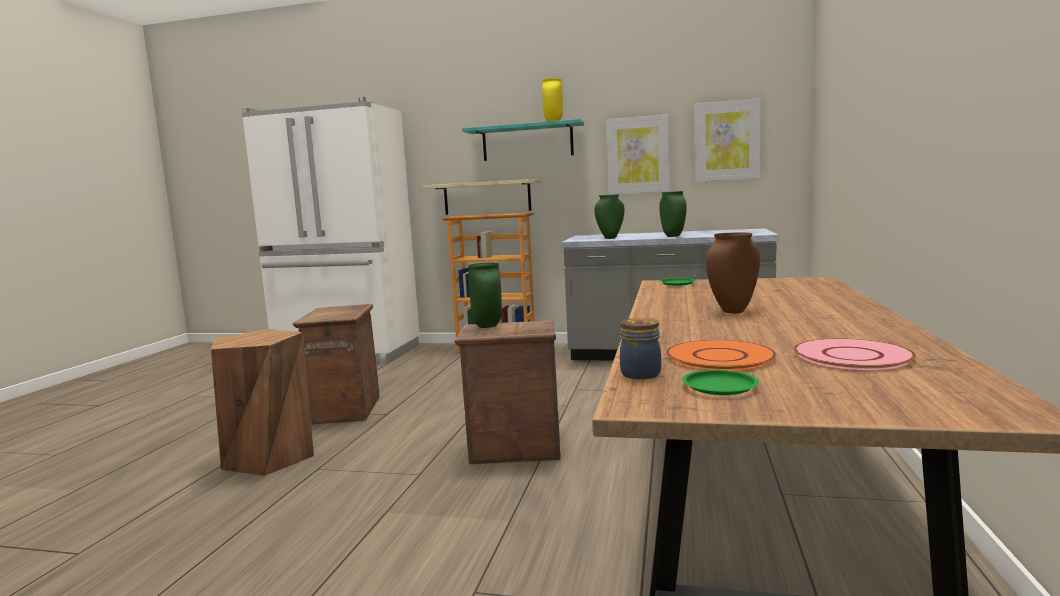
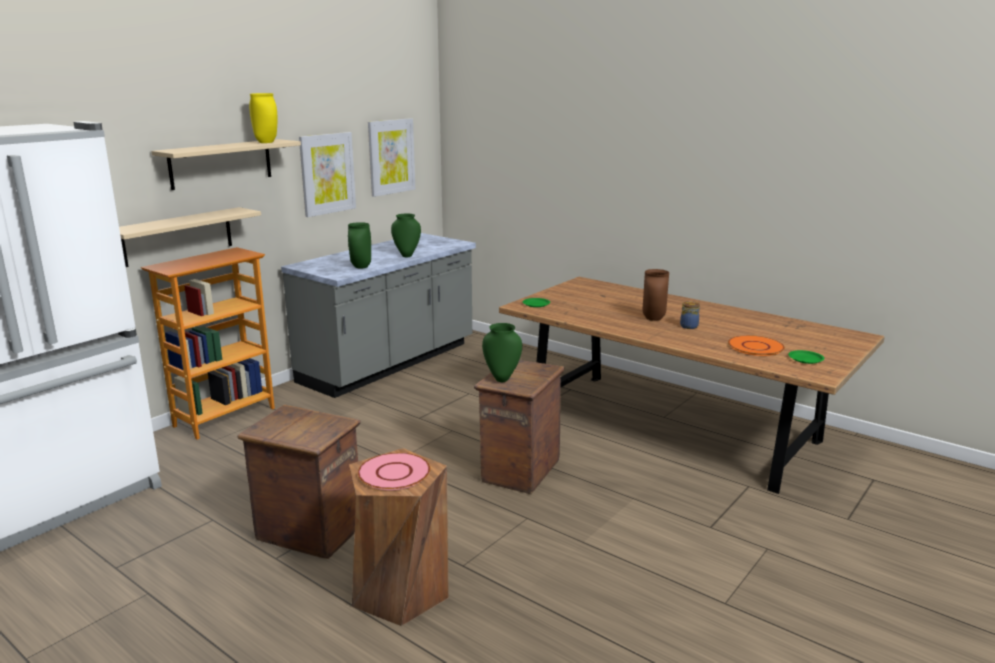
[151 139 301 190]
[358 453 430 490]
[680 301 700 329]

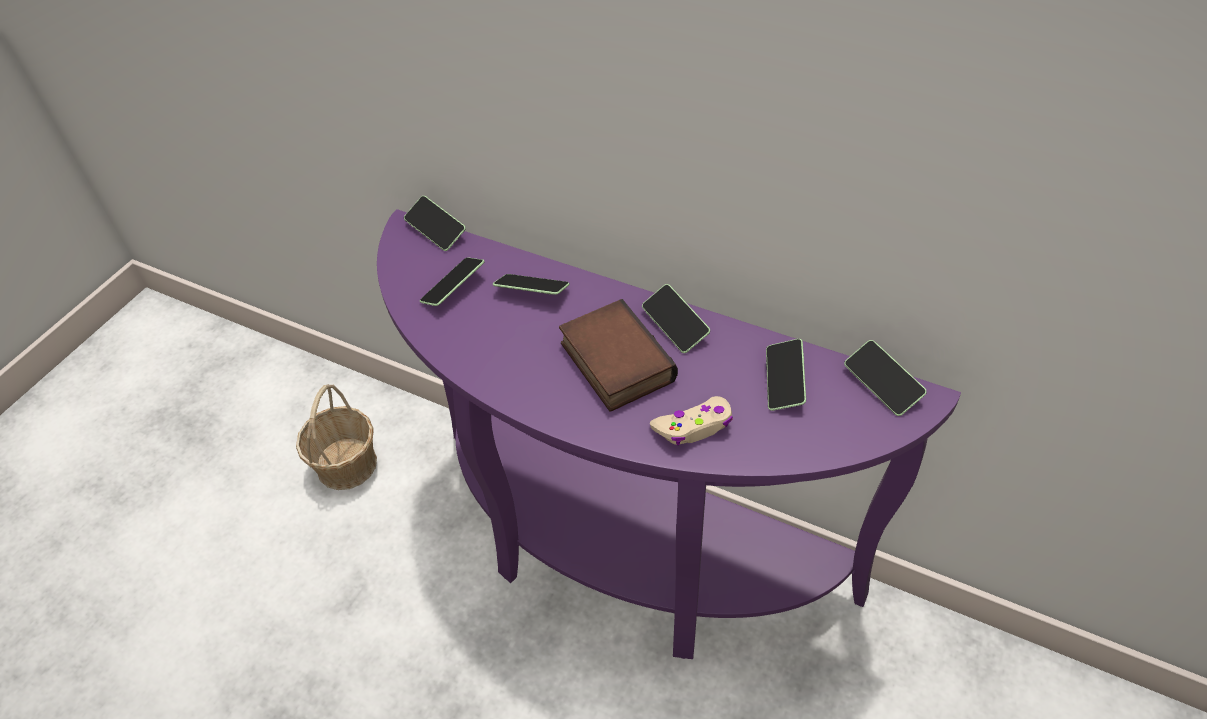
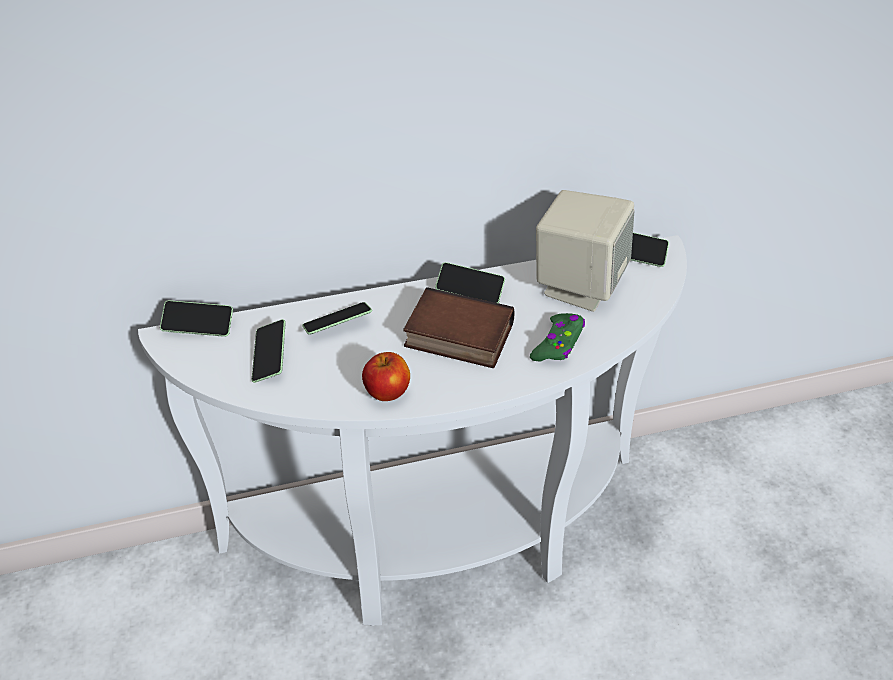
[138 235 687 626]
[362 352 410 401]
[530 313 585 361]
[536 190 635 312]
[296 384 377 490] (first image)

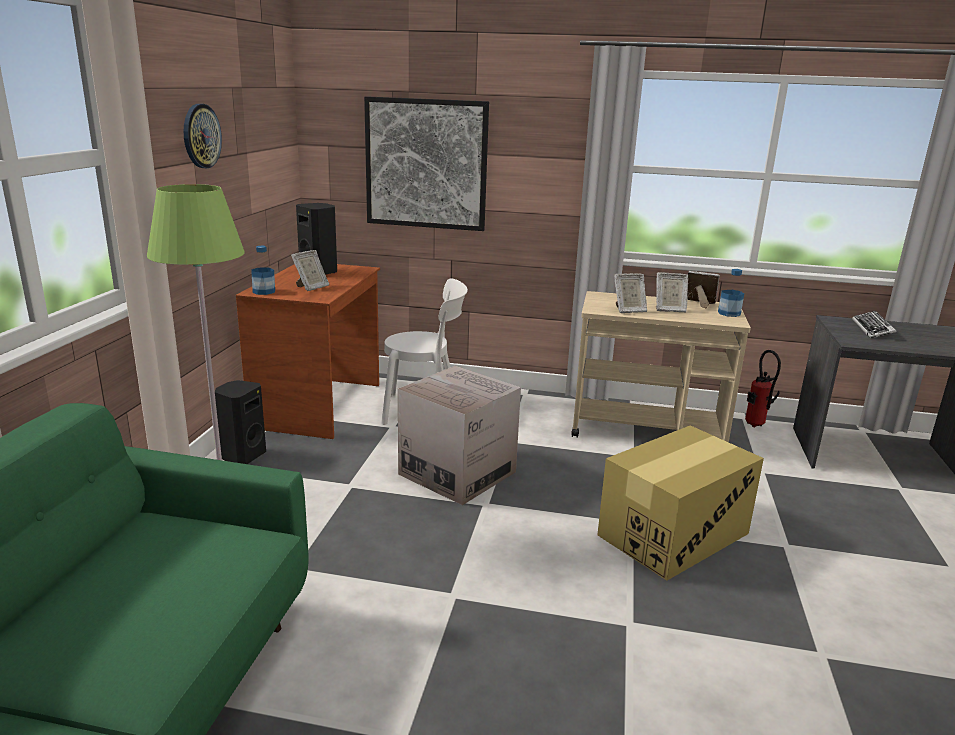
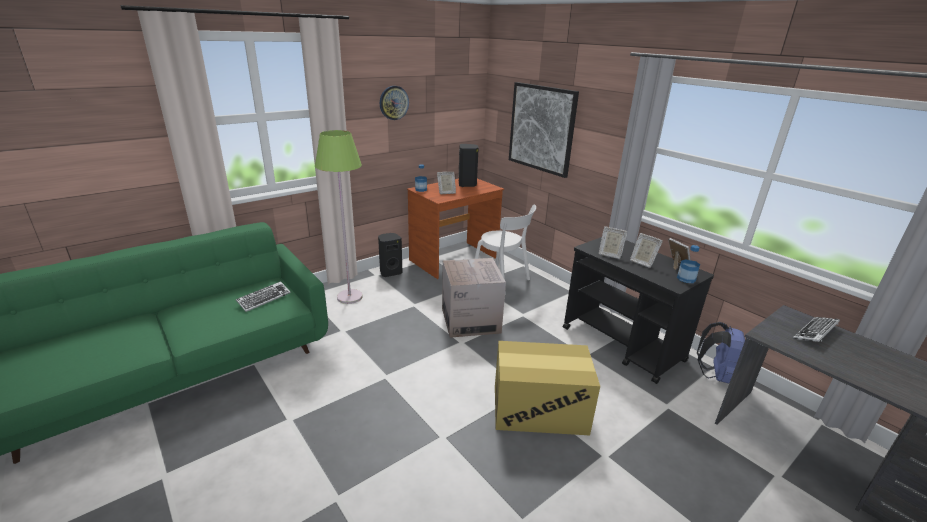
[236 281 290 312]
[563 237 714 384]
[697 322 745 383]

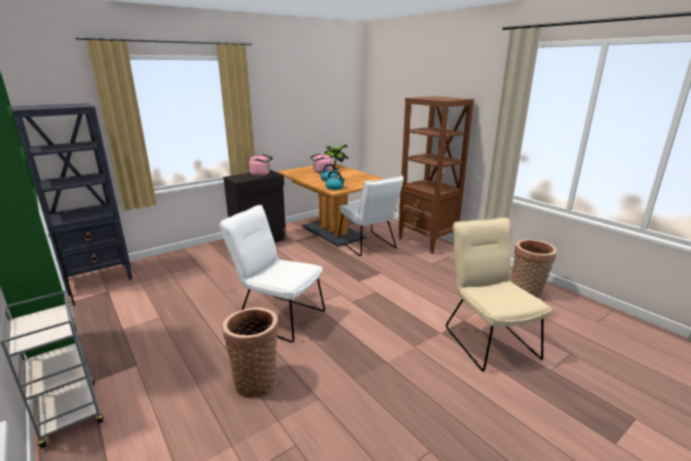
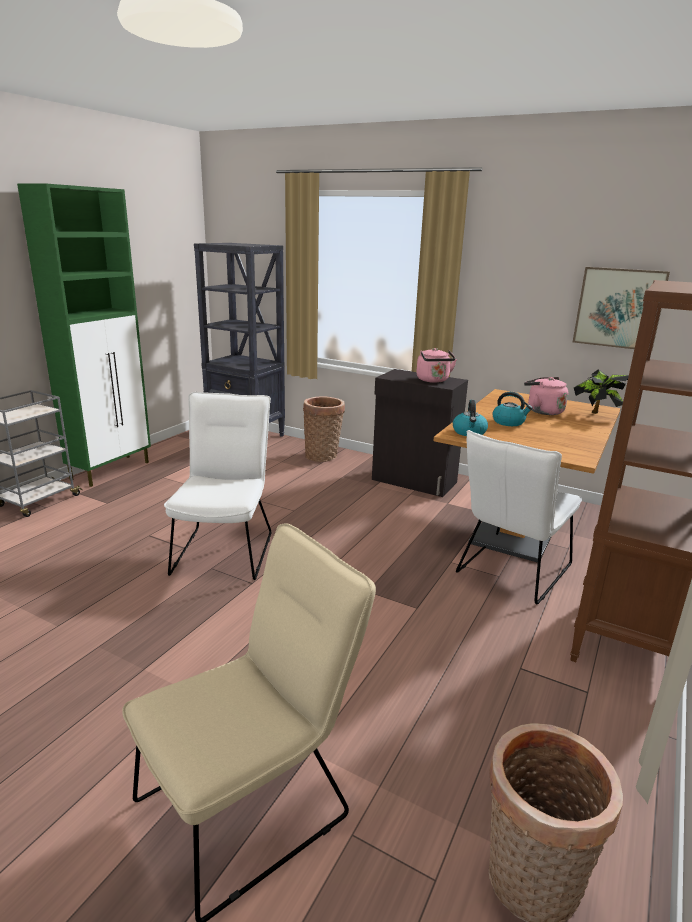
[303 397 345 462]
[573 267 670 350]

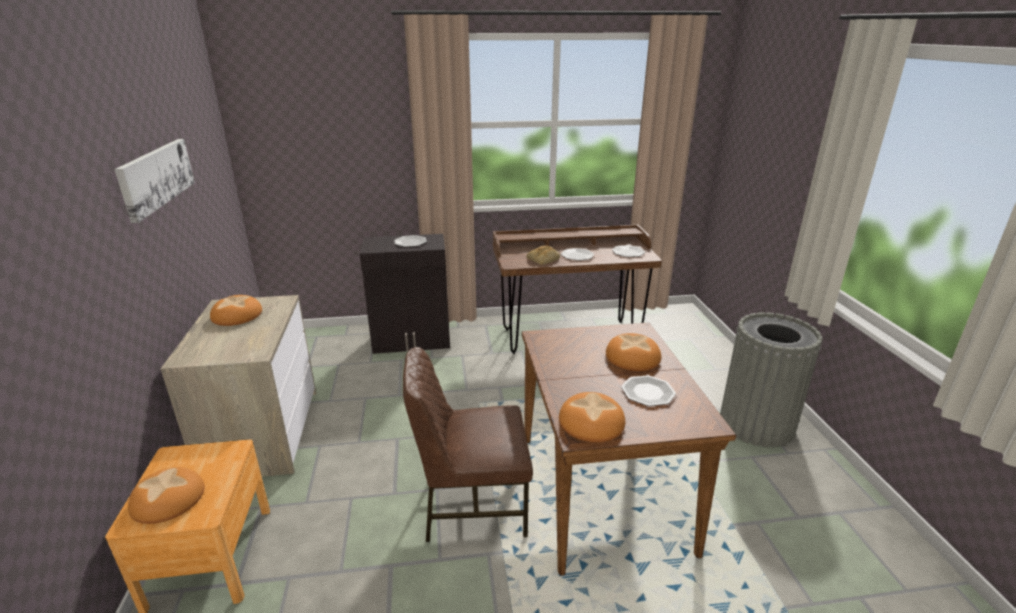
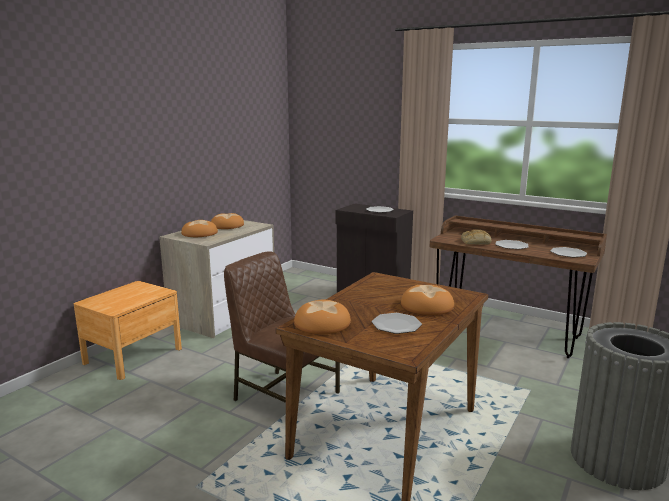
[181 220 218 237]
[115 139 195 223] (first image)

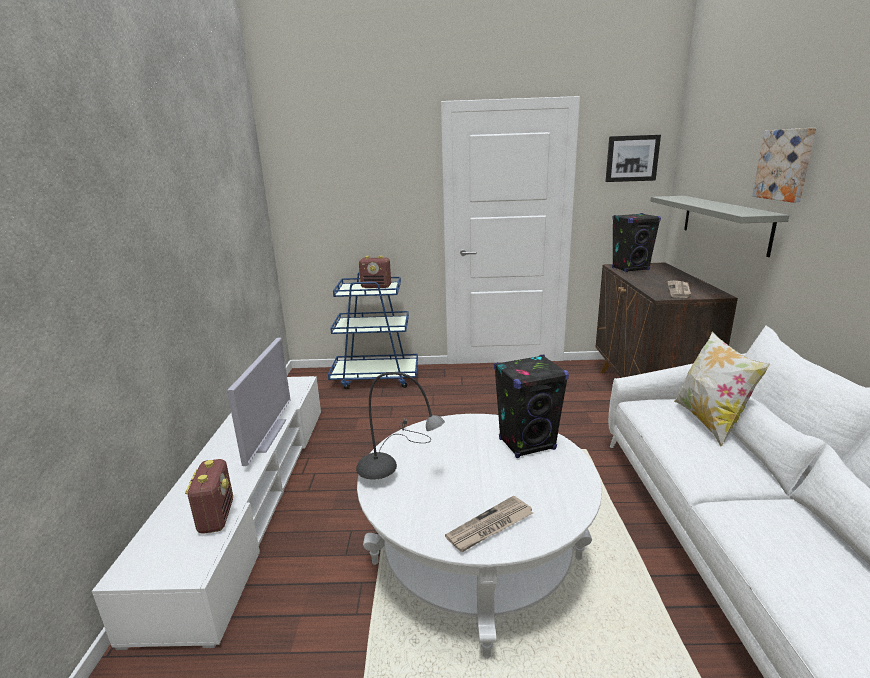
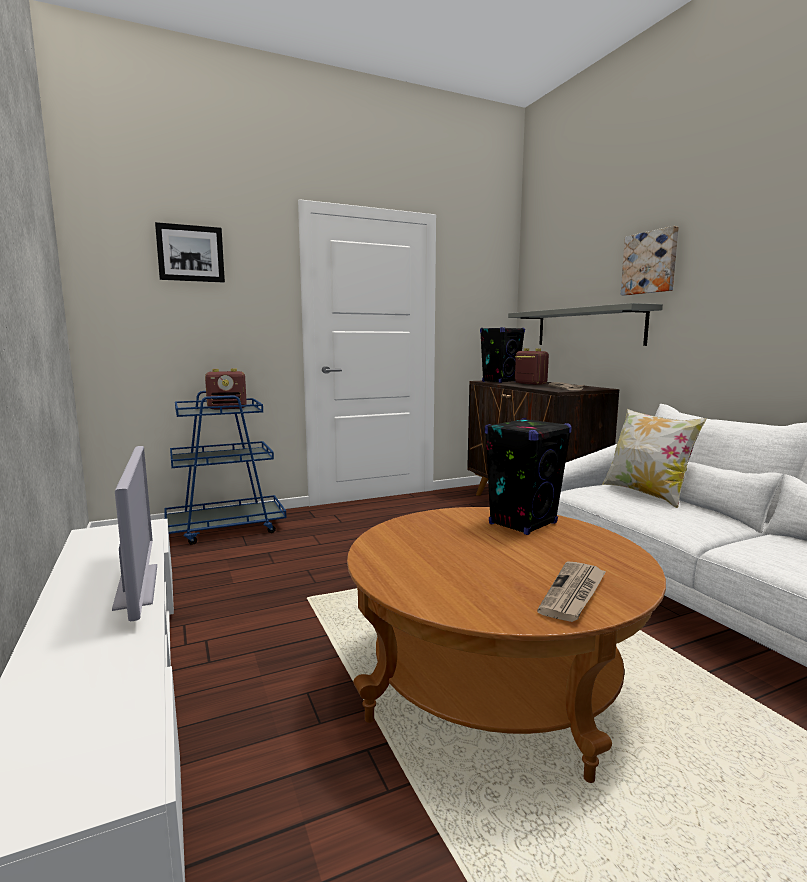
[155 222 225 283]
[347 507 666 783]
[515 348 549 385]
[356 372 445 480] (first image)

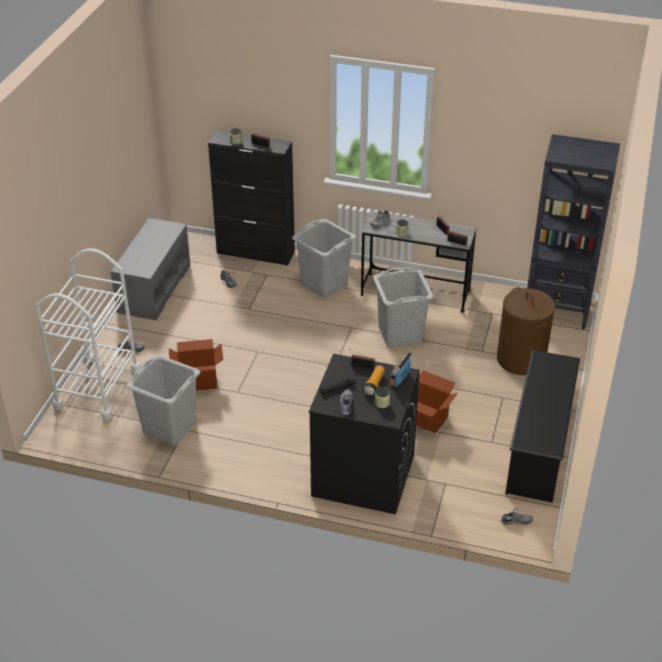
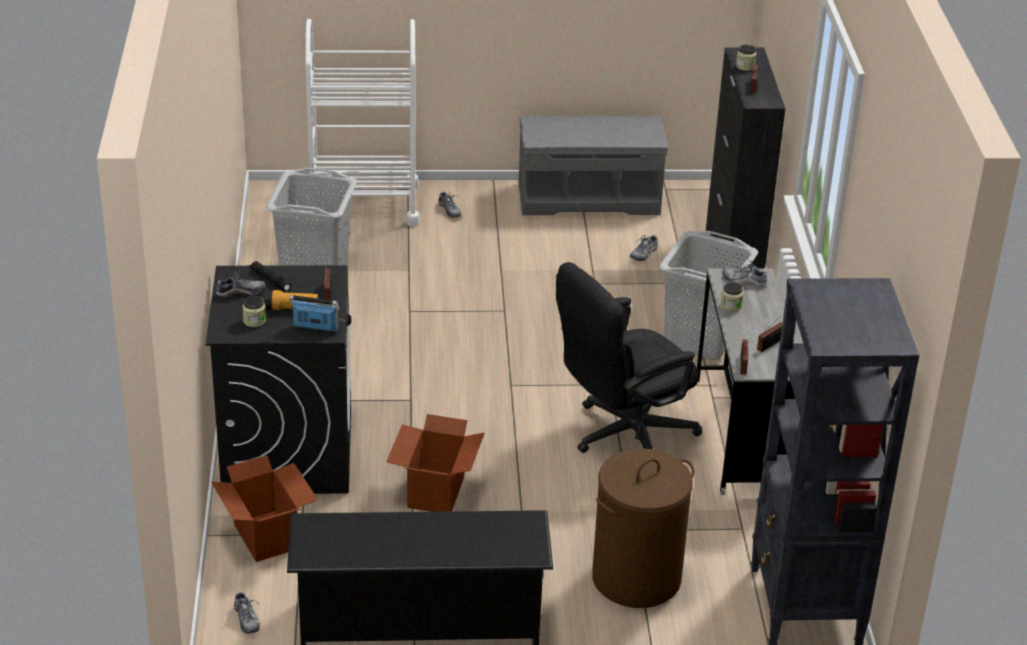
[211 455 318 562]
[556 262 702 453]

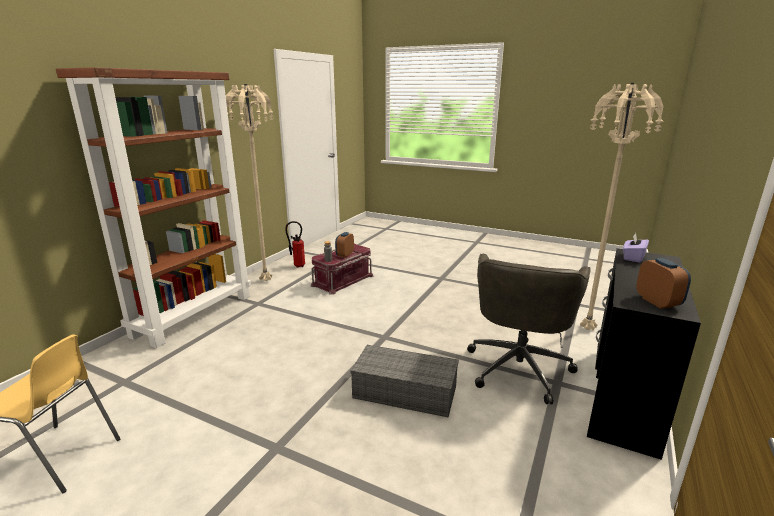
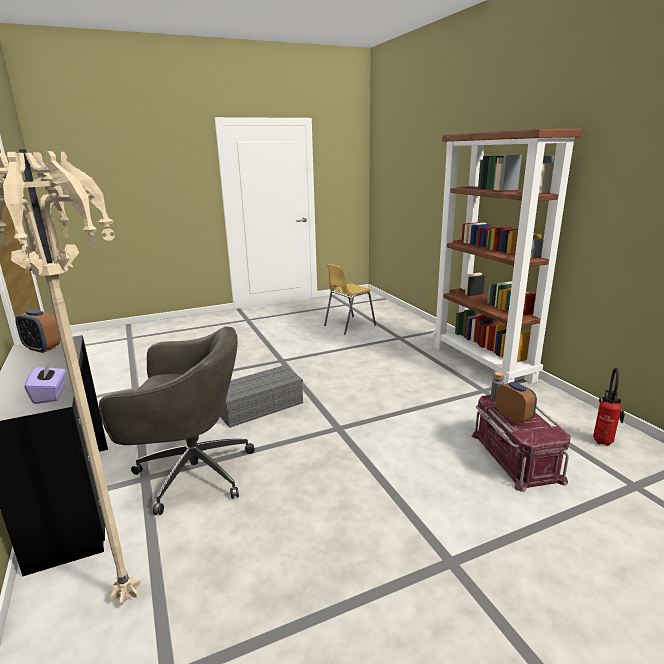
[99 327 255 515]
[226 84 274 281] (first image)

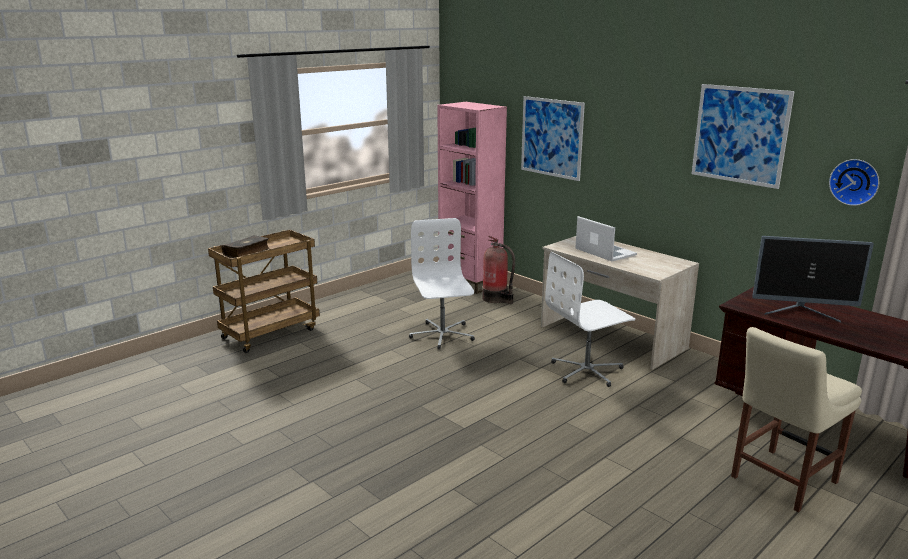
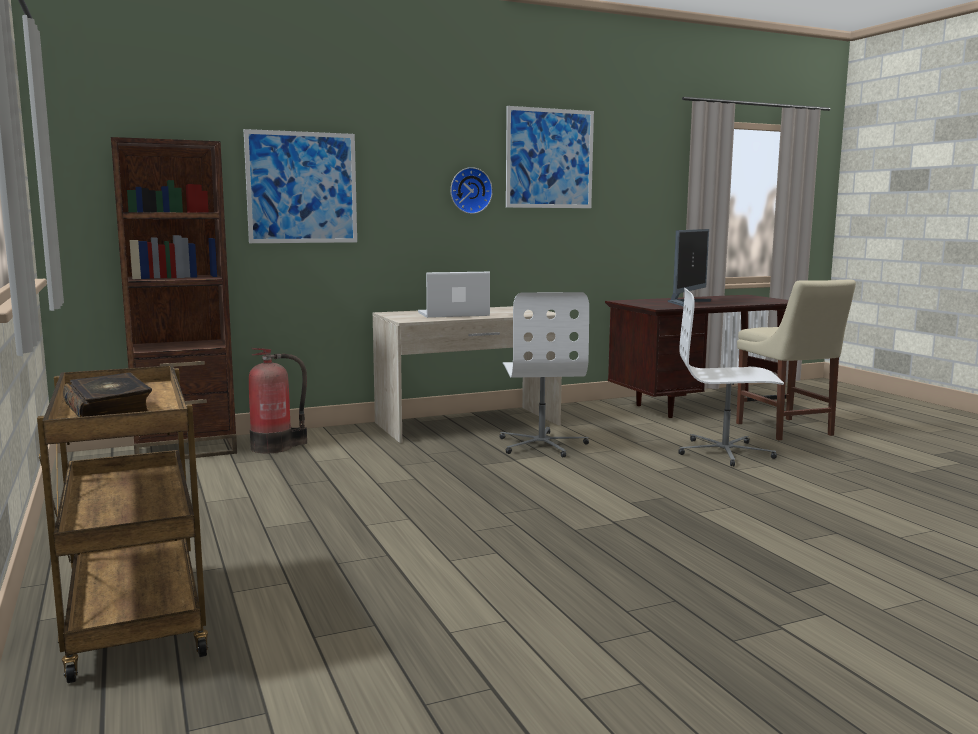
[111 137 237 459]
[450 167 493 214]
[678 288 784 466]

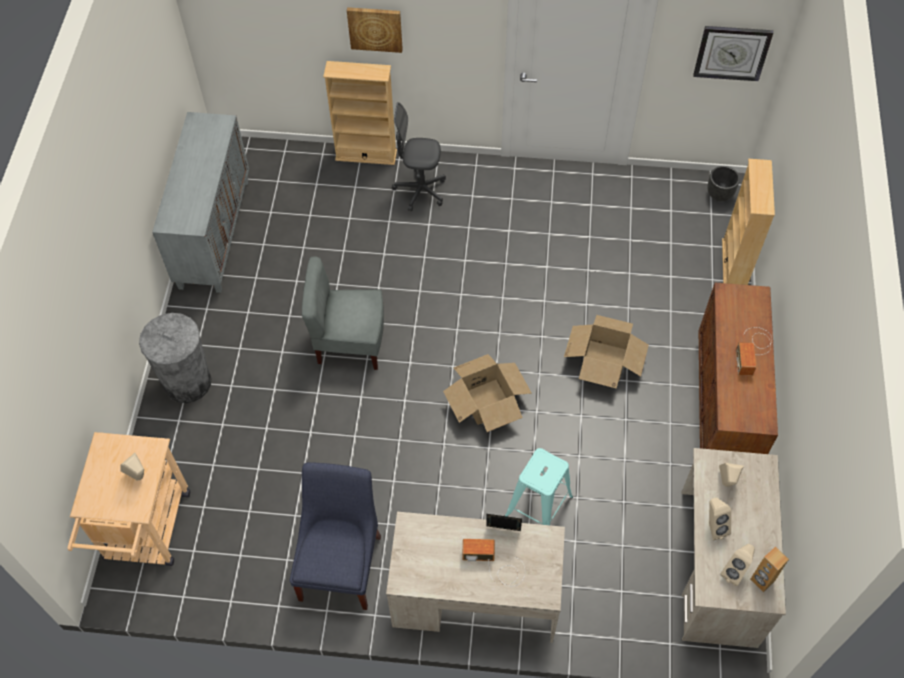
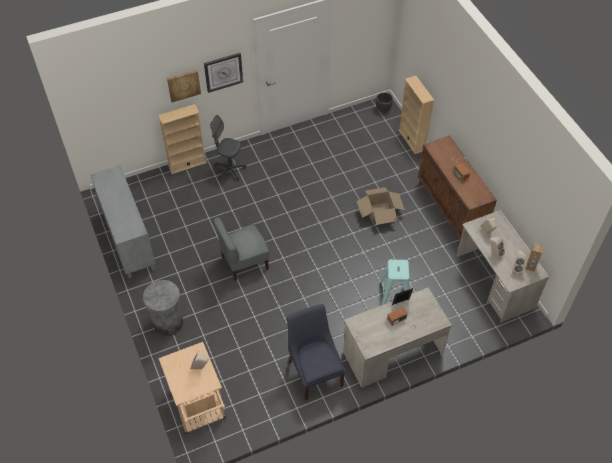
[204 53 243 93]
[210 115 246 181]
[443 354 532 432] (first image)

